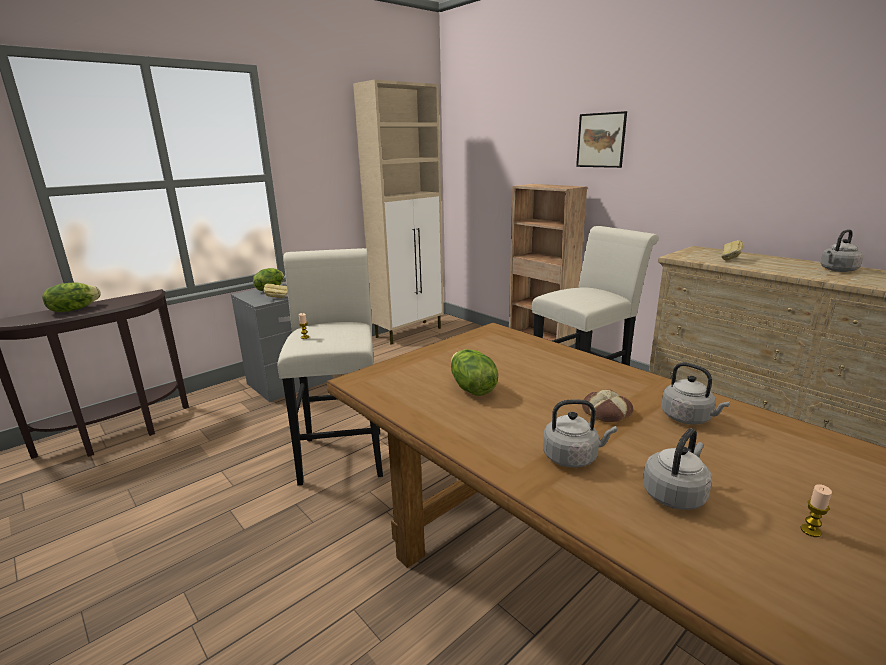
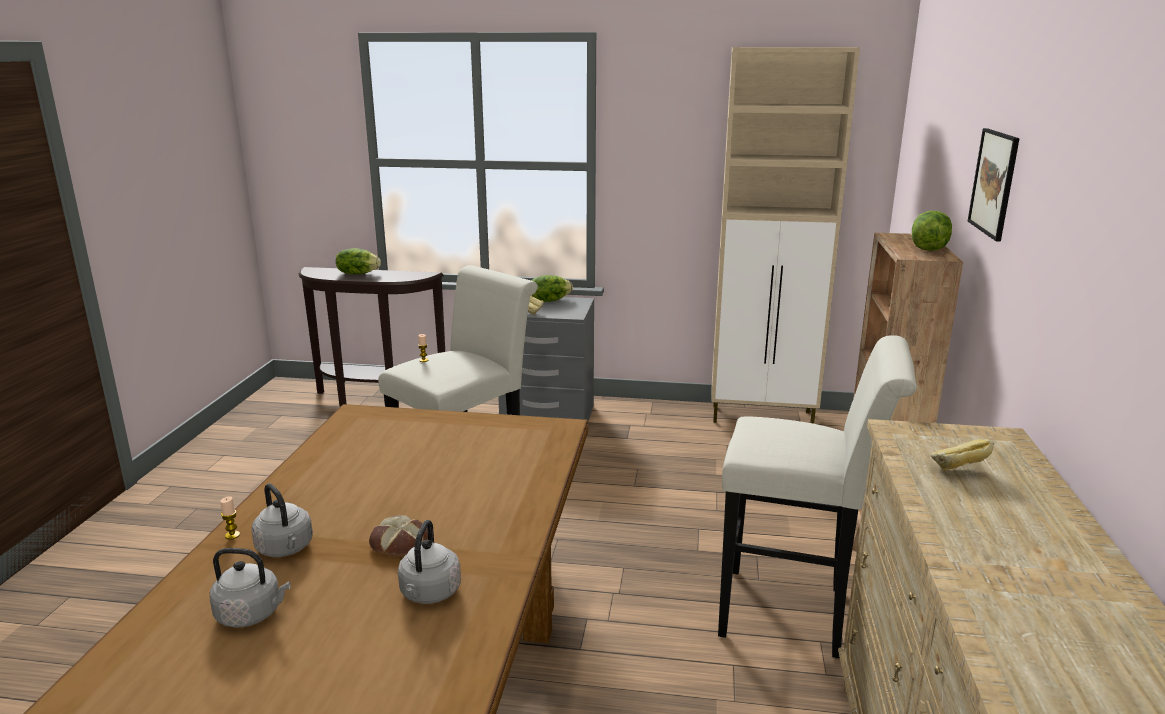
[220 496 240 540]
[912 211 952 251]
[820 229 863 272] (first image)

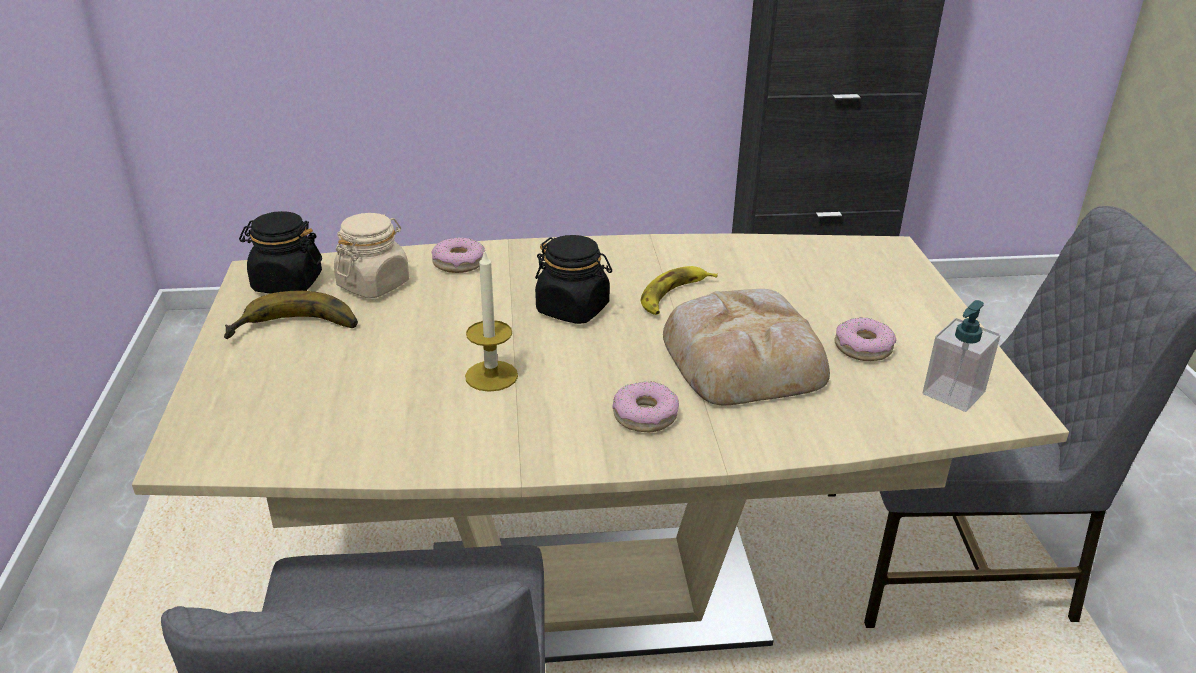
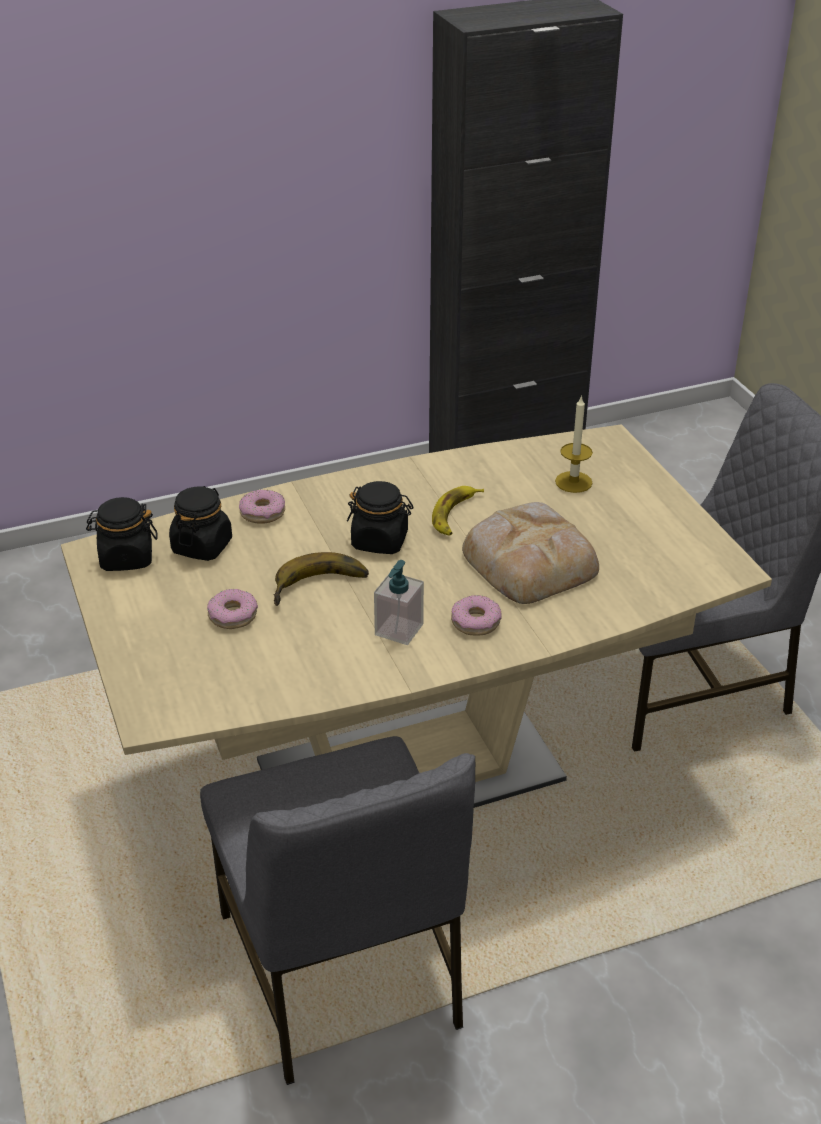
[169 486 232 561]
[207 589 258 629]
[273 552 369 606]
[374 560 424 645]
[555 395 593 493]

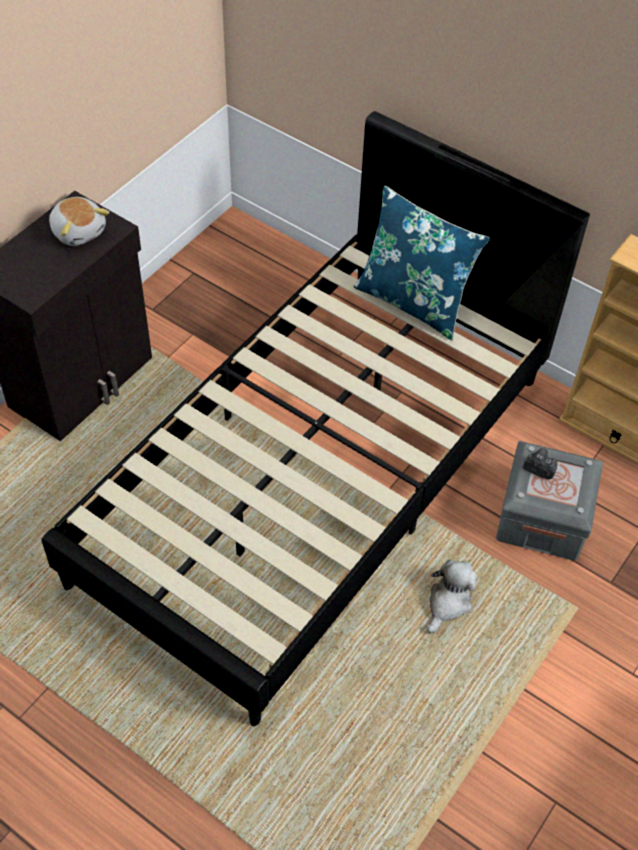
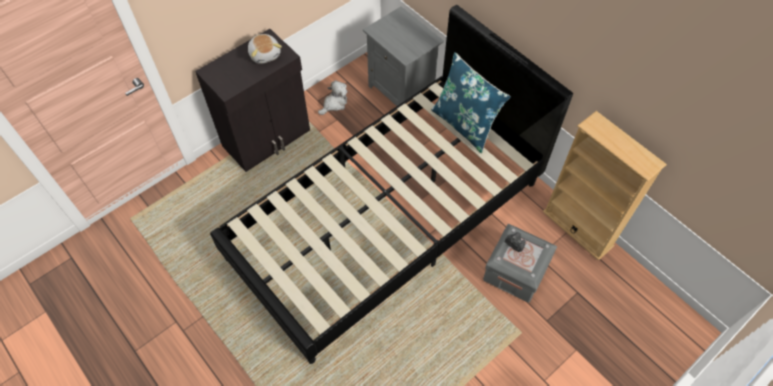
[318 80 347 115]
[363 7 444 106]

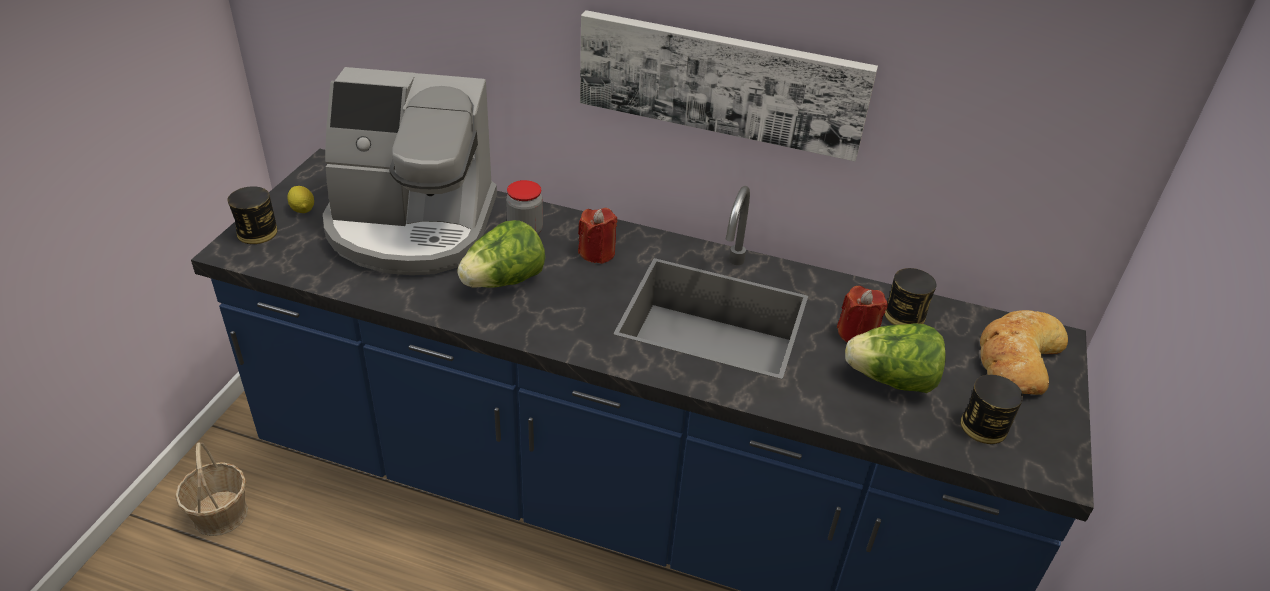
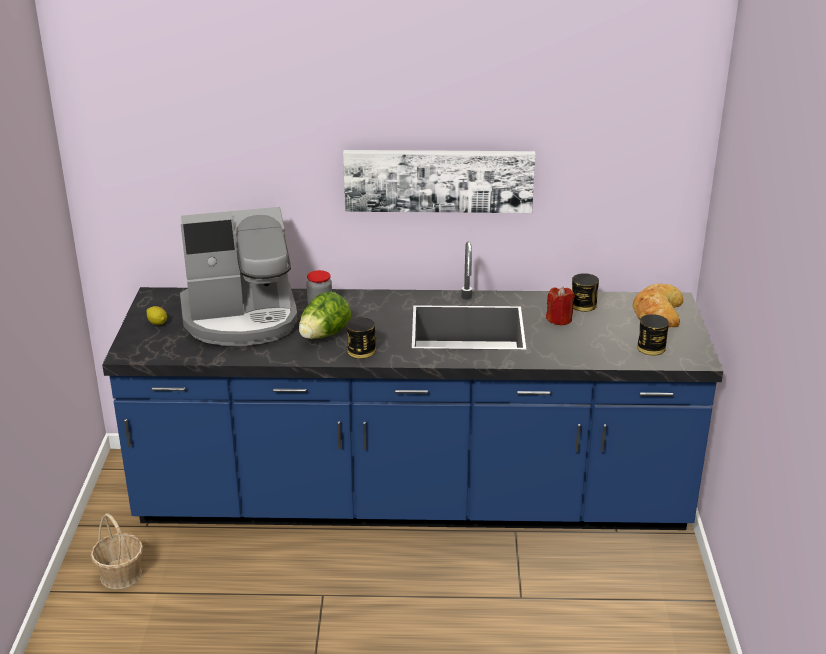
[346 317 375 359]
[578 208 617 264] (first image)
[845 323 946 393] (first image)

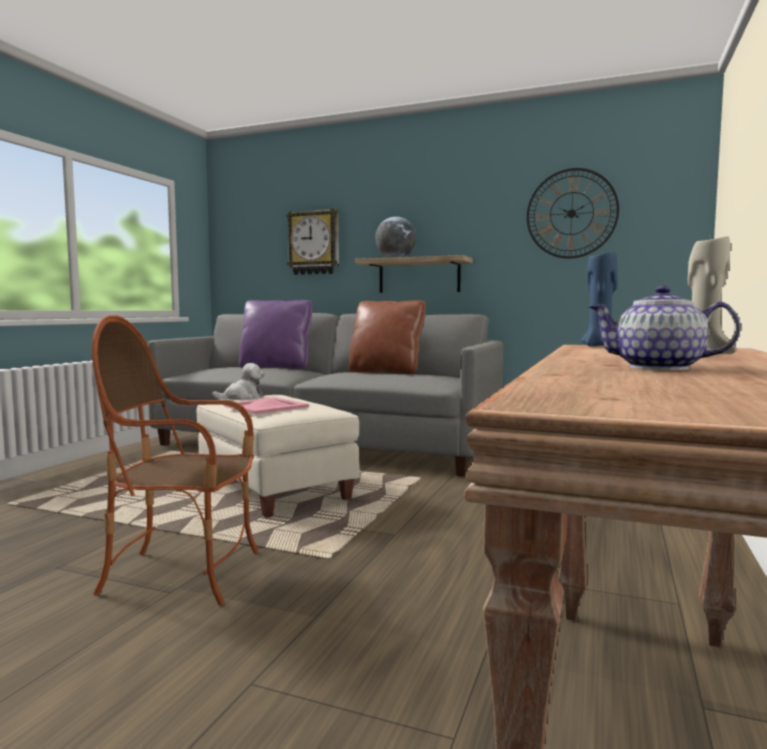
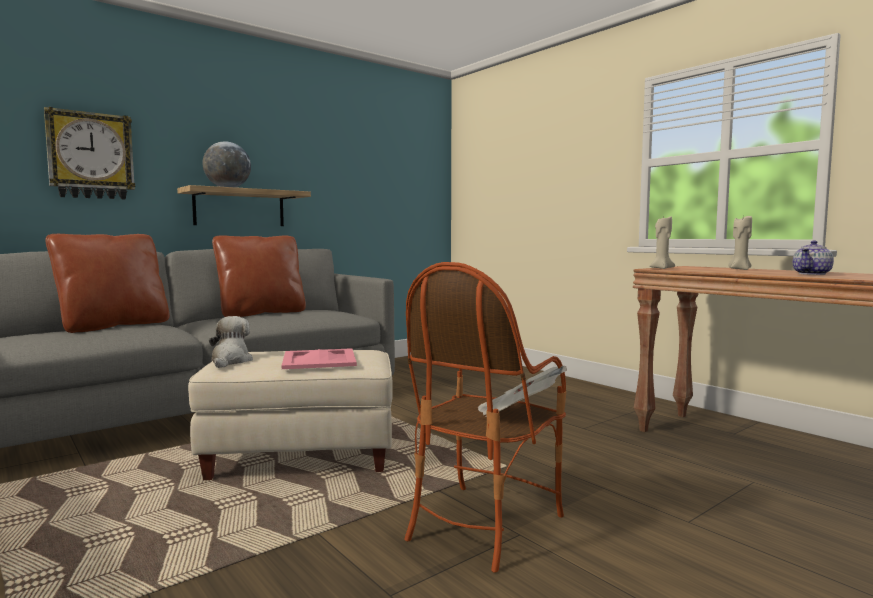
[45 234 169 333]
[478 366 567 417]
[649 216 675 269]
[527 168 619 259] (first image)

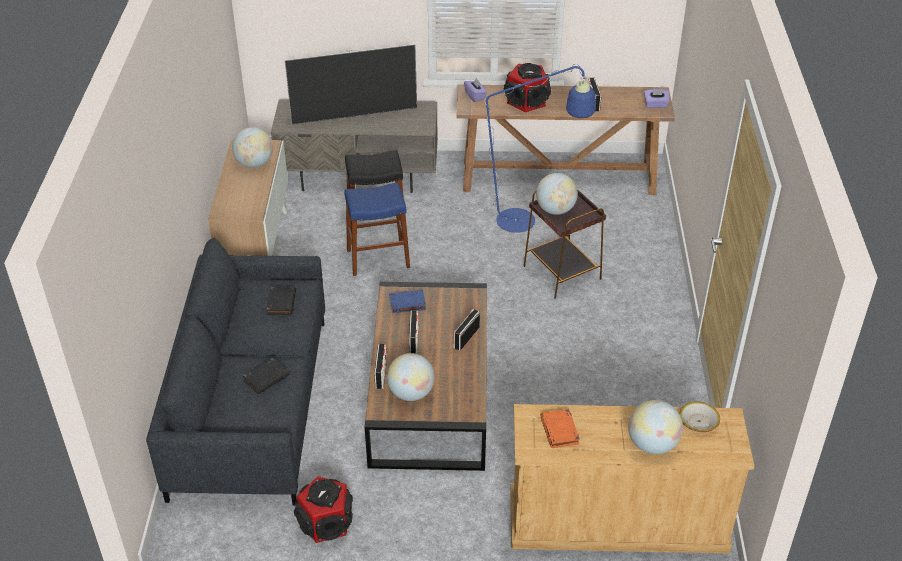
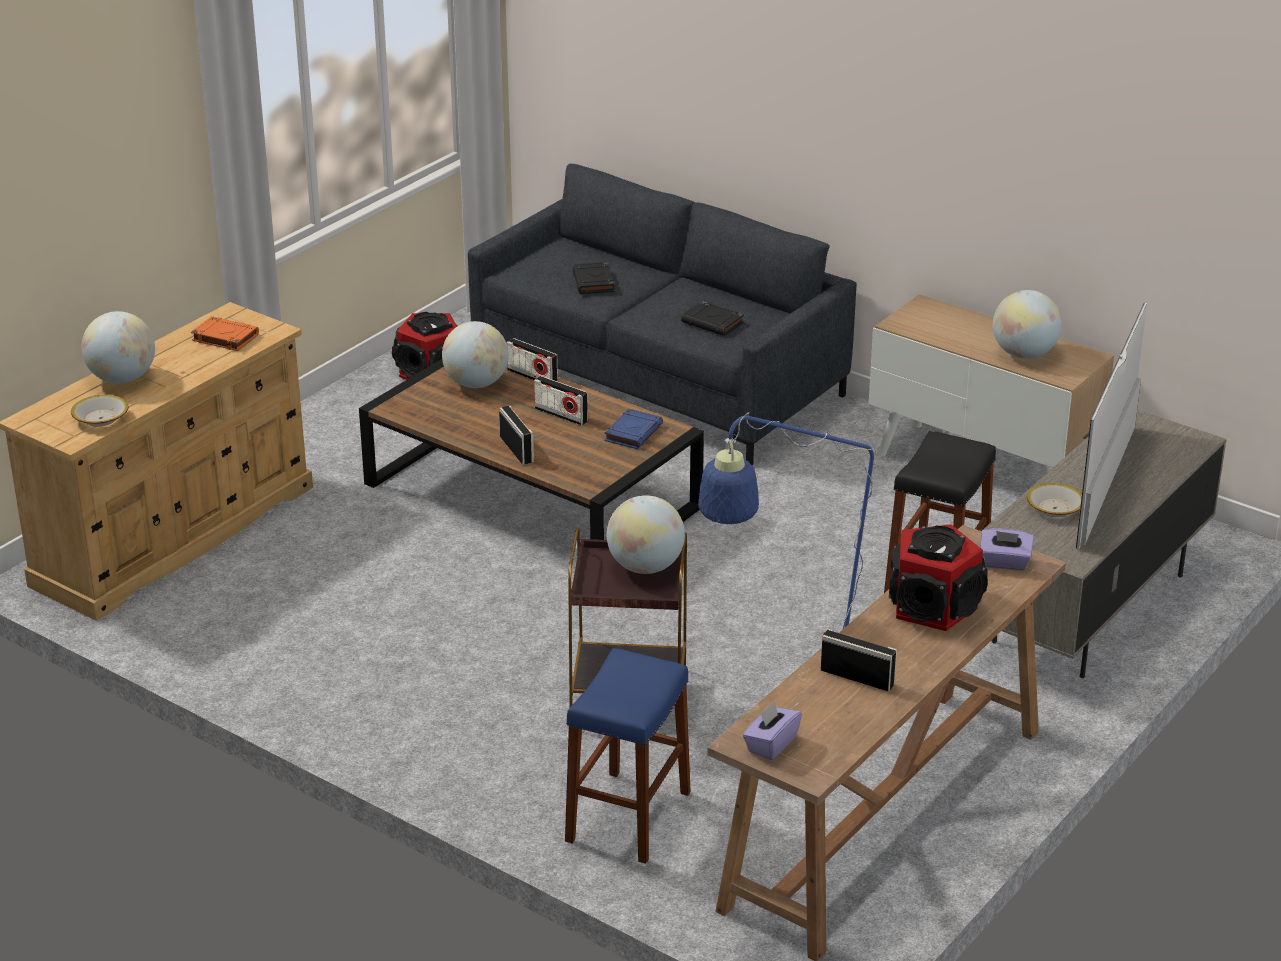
[565 648 691 864]
[1027 483 1082 517]

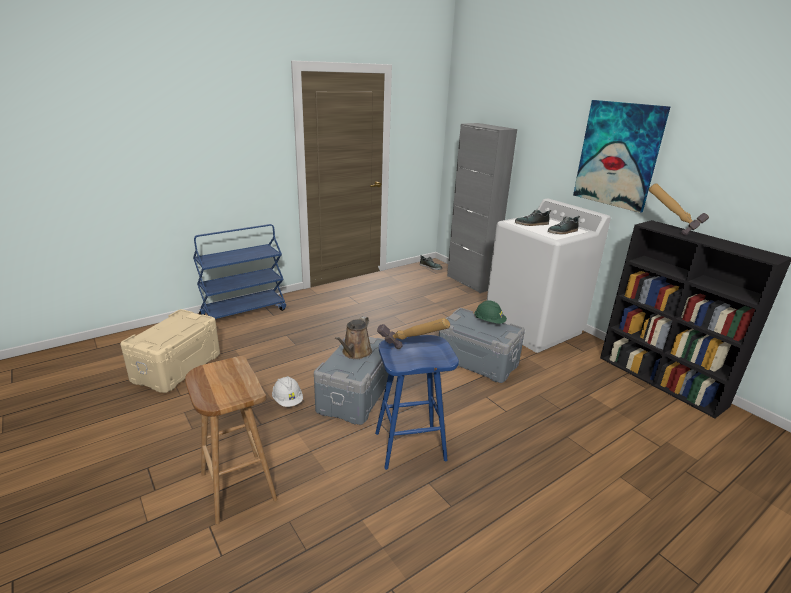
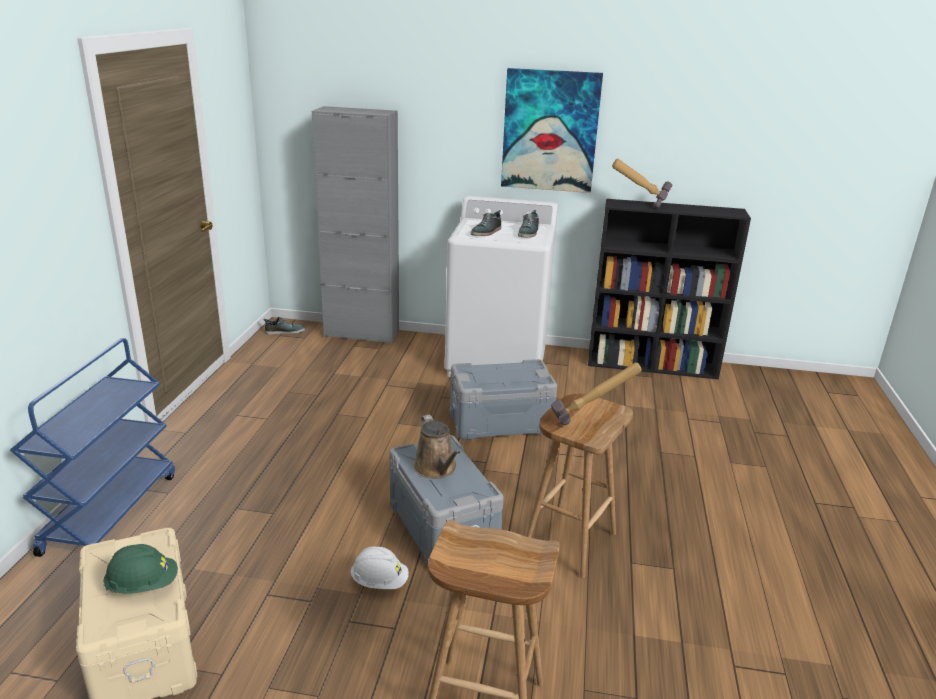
[103 544 178 594]
[526 394 633 578]

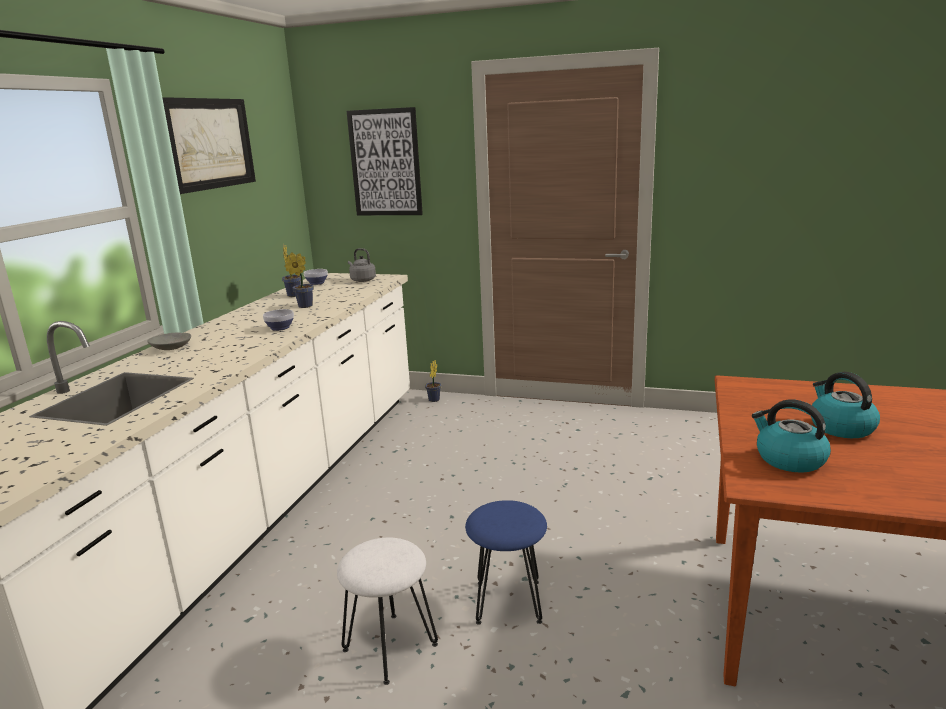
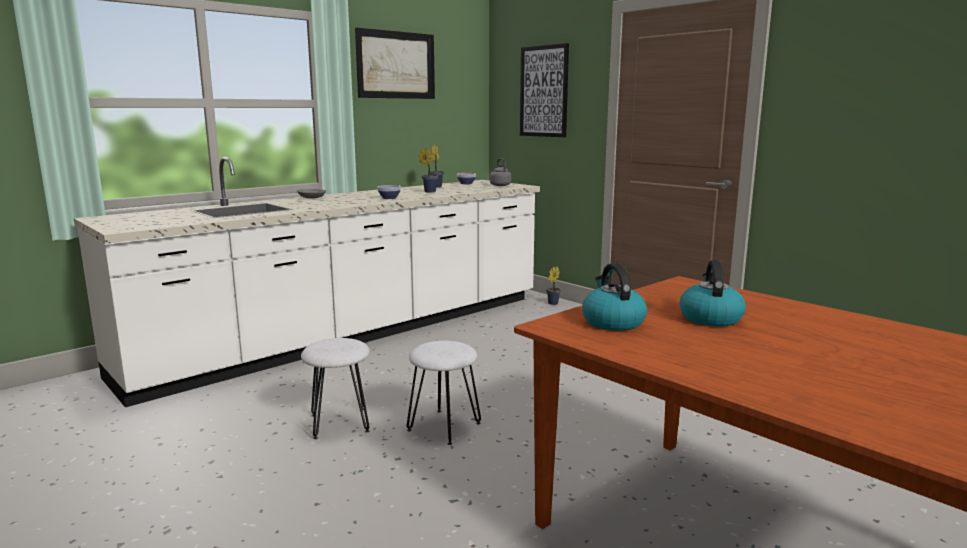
[407 341 481 445]

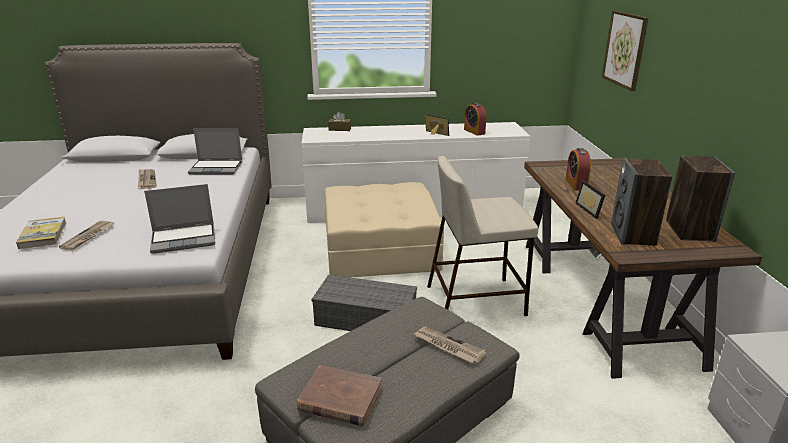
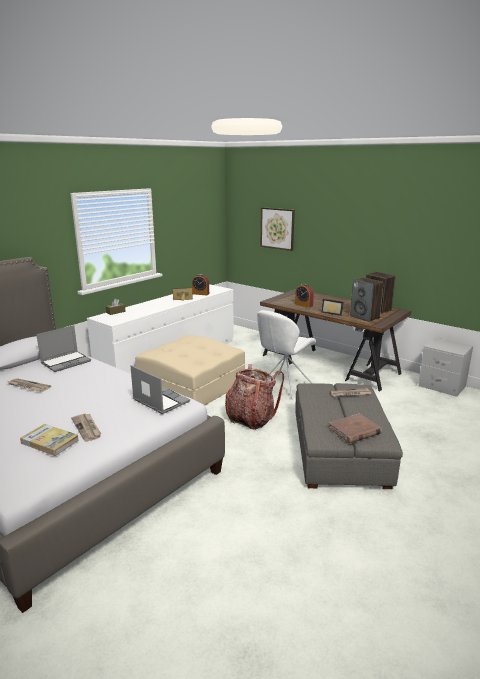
[131 365 190 414]
[225 364 284 430]
[257 310 316 400]

